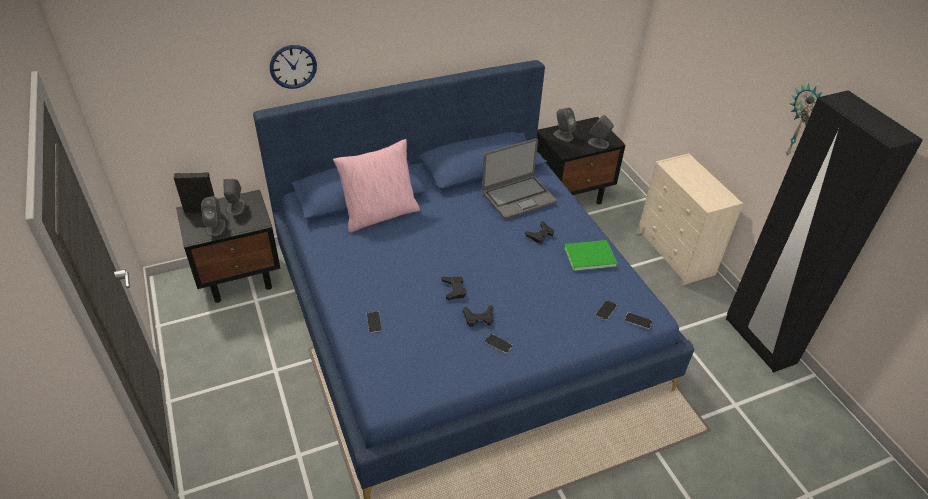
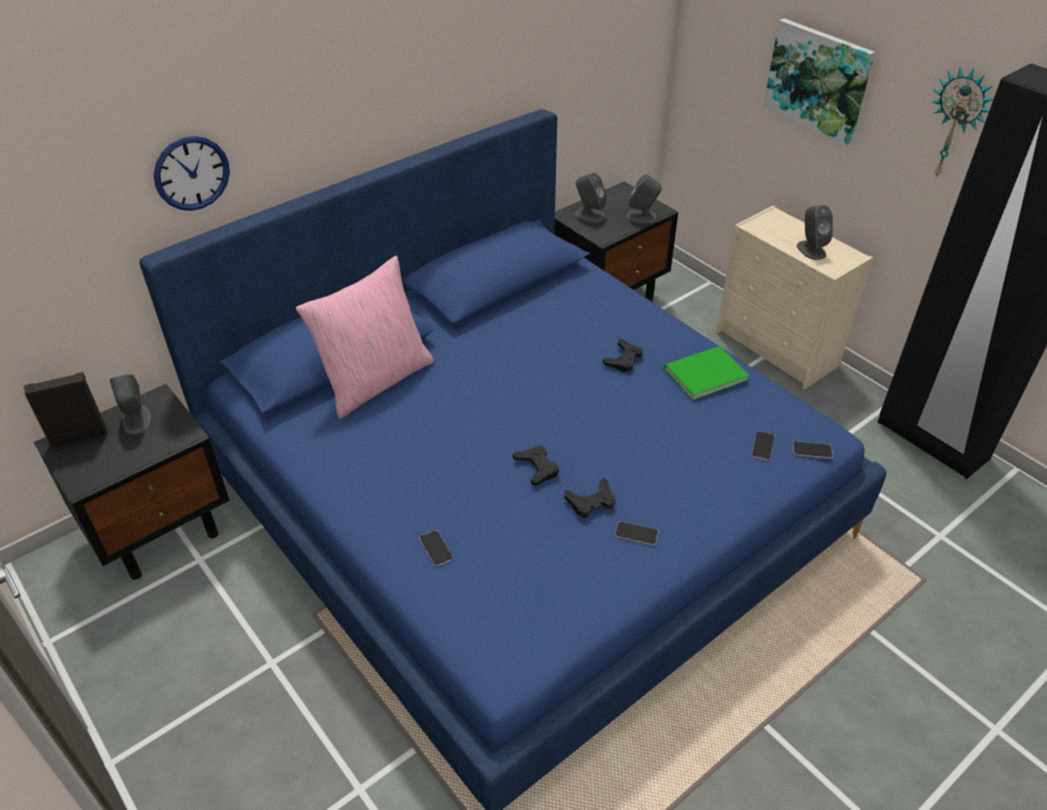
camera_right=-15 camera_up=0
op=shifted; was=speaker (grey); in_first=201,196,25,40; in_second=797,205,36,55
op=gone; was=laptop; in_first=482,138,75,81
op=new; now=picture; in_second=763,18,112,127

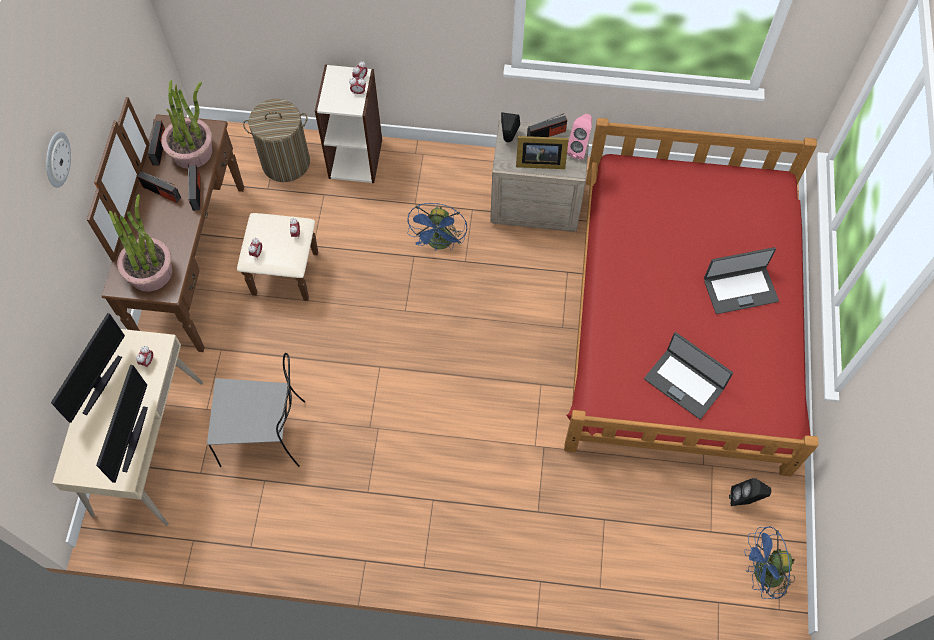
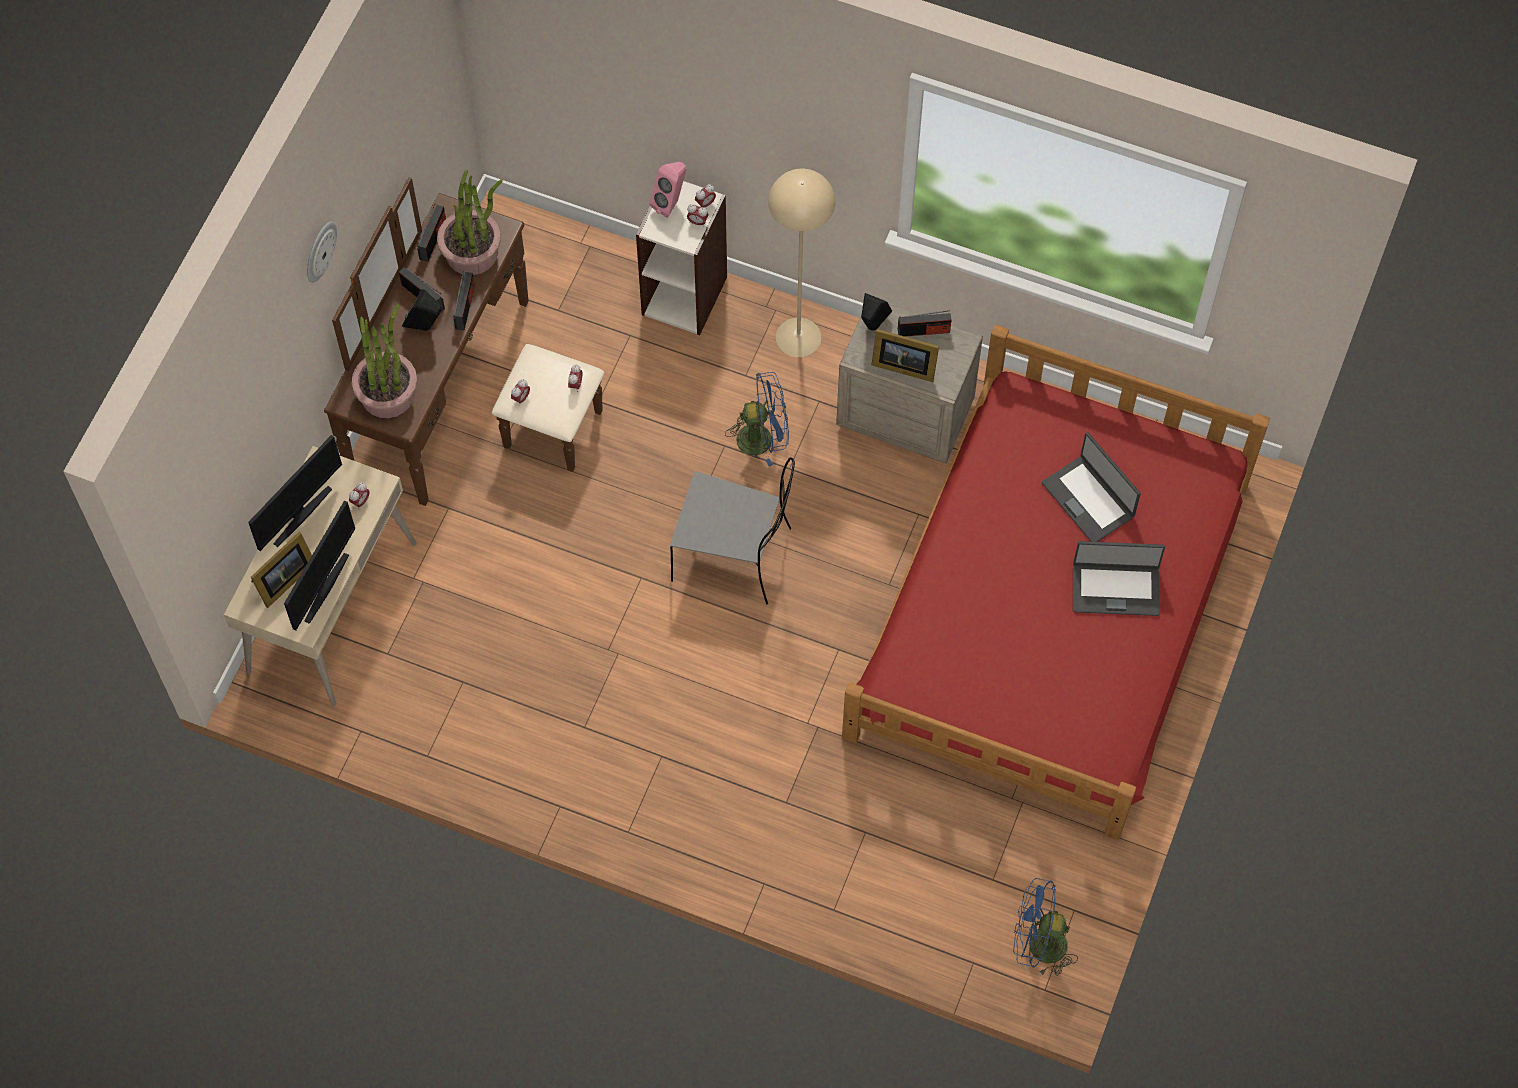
camera_right=15 camera_up=0
op=shifted; was=chair (grey); in_first=207,353,98,114; in_second=670,458,125,147
op=gone; was=laundry basket; in_first=243,99,67,83
op=rotated; was=fan (blue); in_first=407,203,60,48; in_second=725,372,64,94; clockwise=-120
op=shifted; was=speaker (pink); in_first=567,114,25,46; in_second=649,162,37,56
op=shifted; was=laptop; in_first=644,332,89,87; in_second=1042,432,99,110
op=shifted; was=speaker (black); in_first=729,478,42,28; in_second=402,289,39,42
op=new; now=picture frame; in_second=251,532,61,76
op=new; now=floor lamp (beige); in_second=768,169,68,188

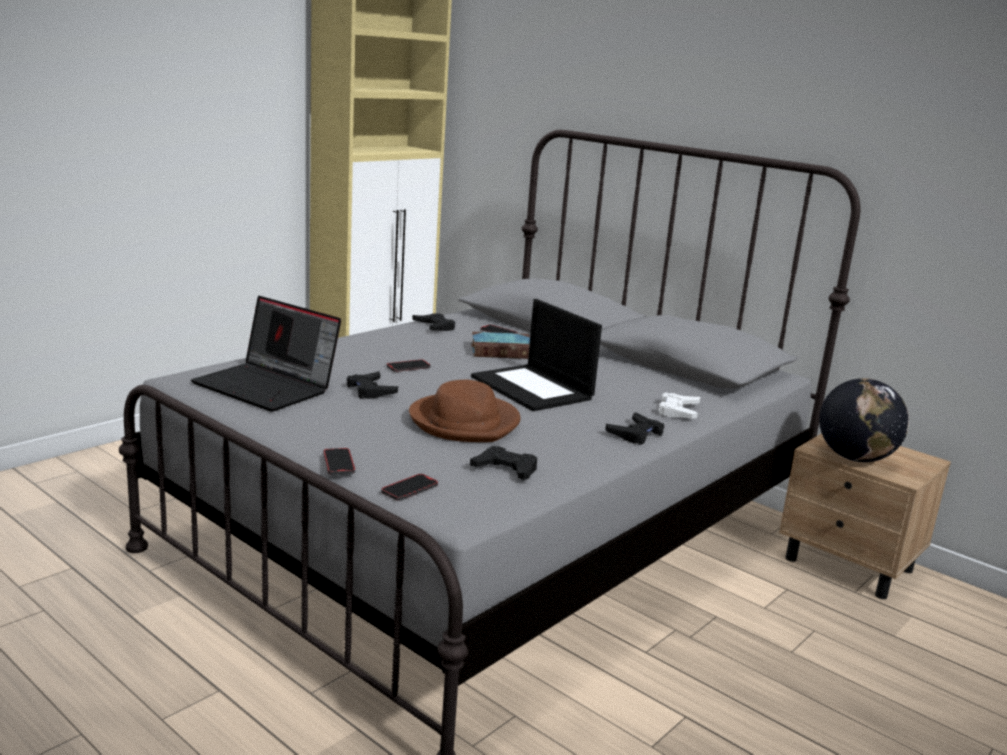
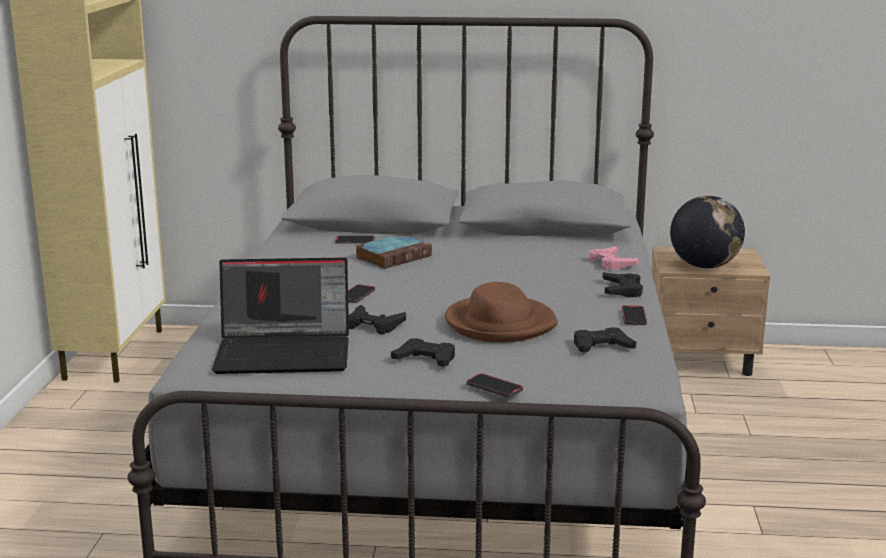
camera_right=-35 camera_up=0
op=shifted; was=phone; in_first=381,474,57,27; in_second=622,305,25,20
op=shifted; was=game controller (black); in_first=412,313,43,18; in_second=391,338,64,29
op=gone; was=laptop; in_first=471,299,131,112
op=repainted; was=game controller (white); now=game controller (pink); in_first=658,393,42,25; in_second=589,246,50,24

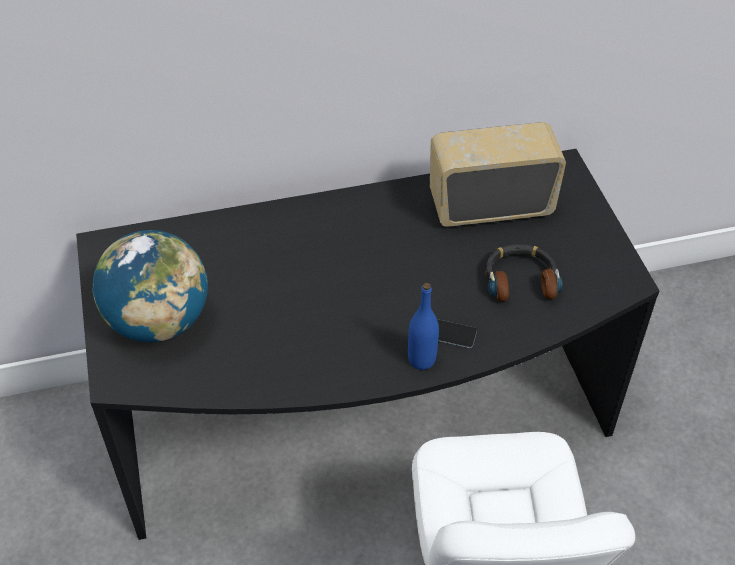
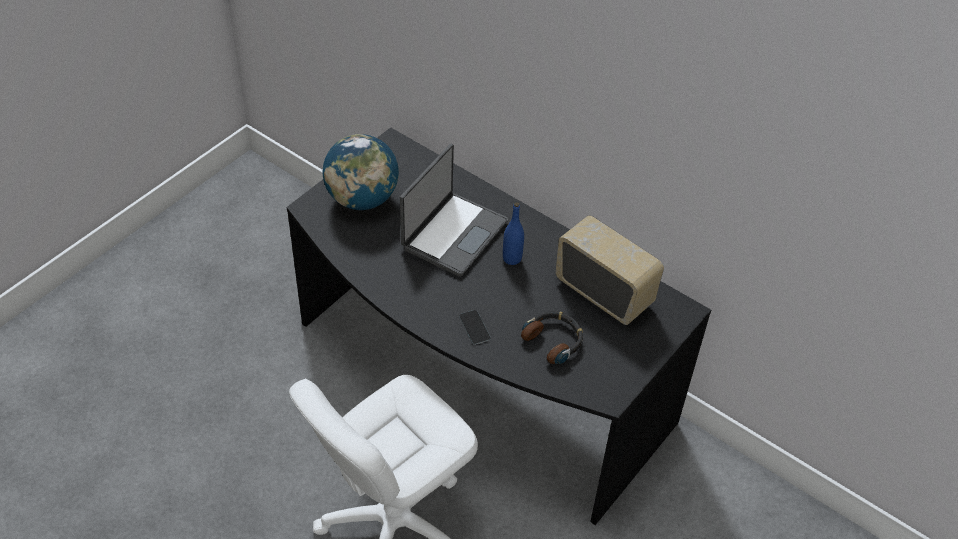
camera_right=50 camera_up=0
op=shifted; was=bottle (blue); in_first=408,283,31,87; in_second=503,202,21,63
op=new; now=laptop; in_second=400,144,108,133

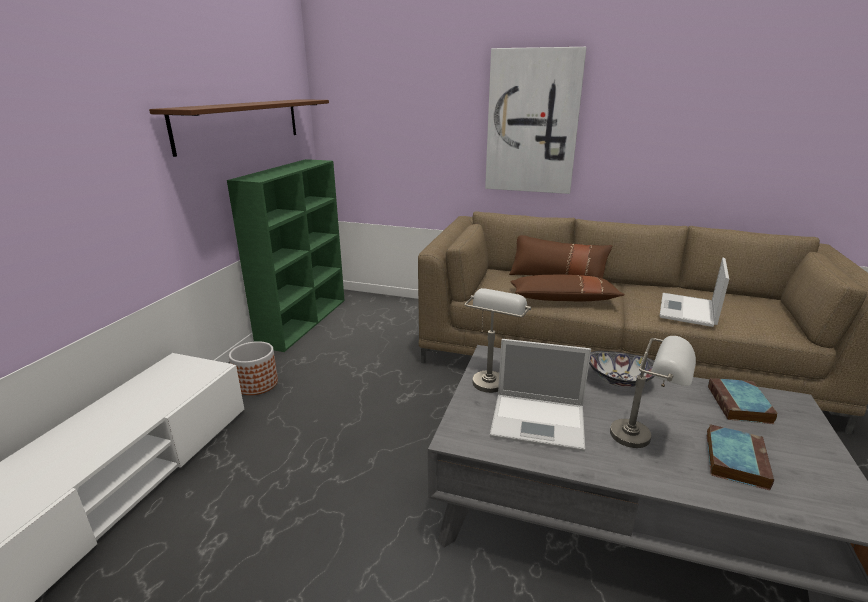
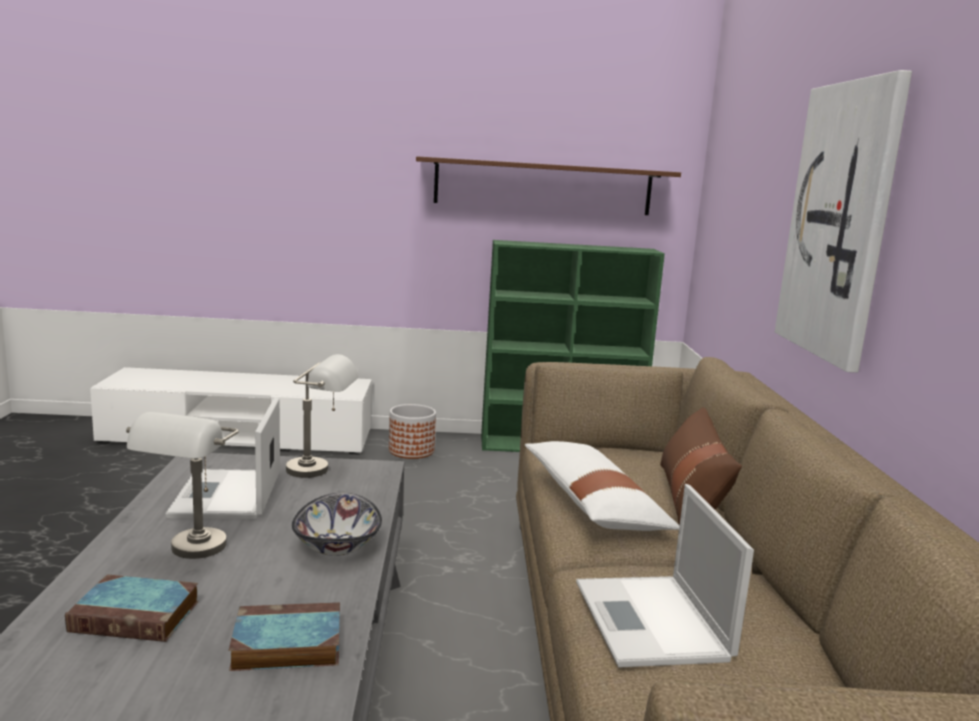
camera_right=70 camera_up=-10
op=repainted; was=pillow (brown); now=pillow (white); in_first=510,275,115,26; in_second=525,441,155,90
op=rotated; was=laptop; in_first=660,258,69,69; in_second=576,484,178,183; clockwise=-105

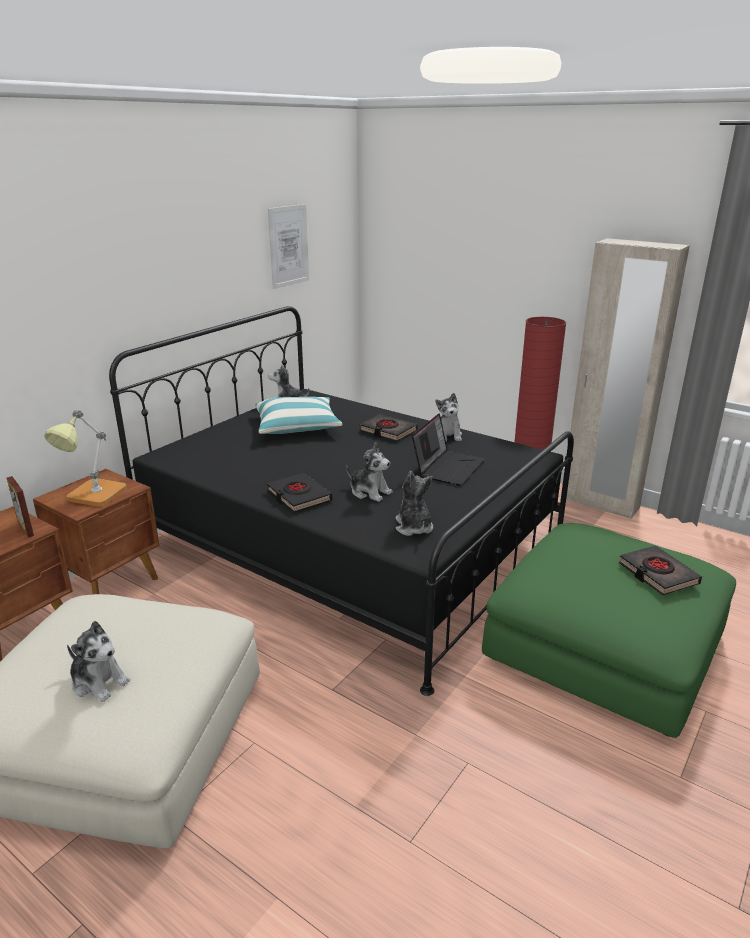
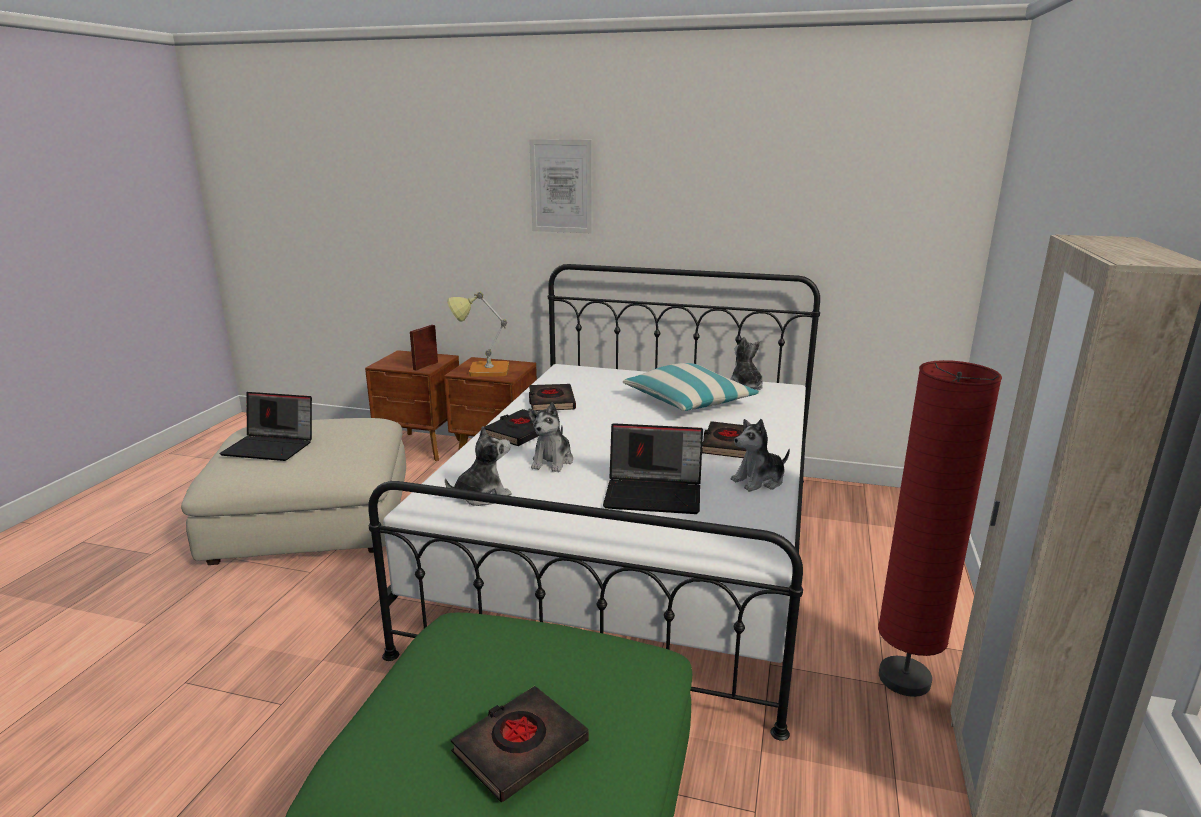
camera_right=70 camera_up=-5
op=swapped; was=plush toy; now=laptop; in_first=67,621,63,81; in_second=219,392,93,69
op=repainted; was=bed (black); now=bed (white); in_first=109,306,465,390; in_second=368,264,452,477
op=shifted; was=picture; in_first=268,204,41,85; in_second=529,139,63,94
op=new; now=book (black); in_second=529,384,47,27

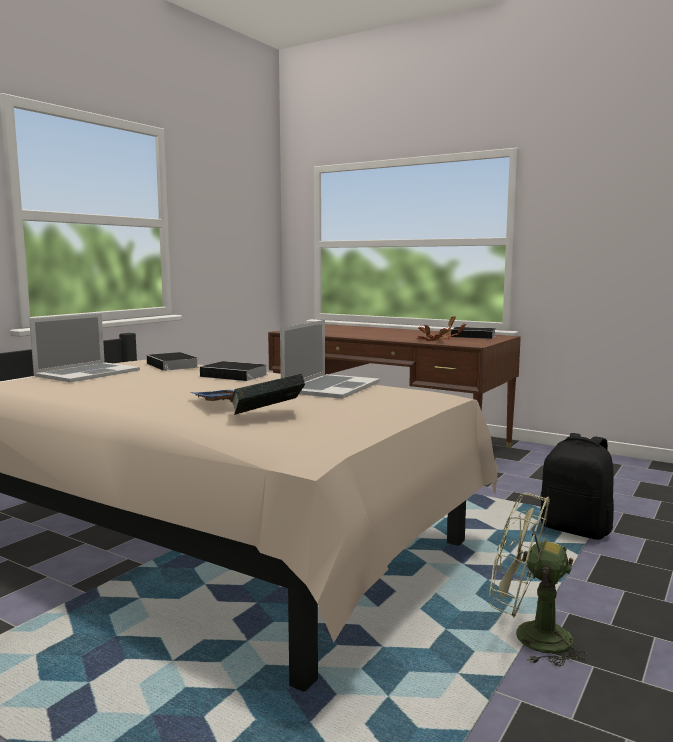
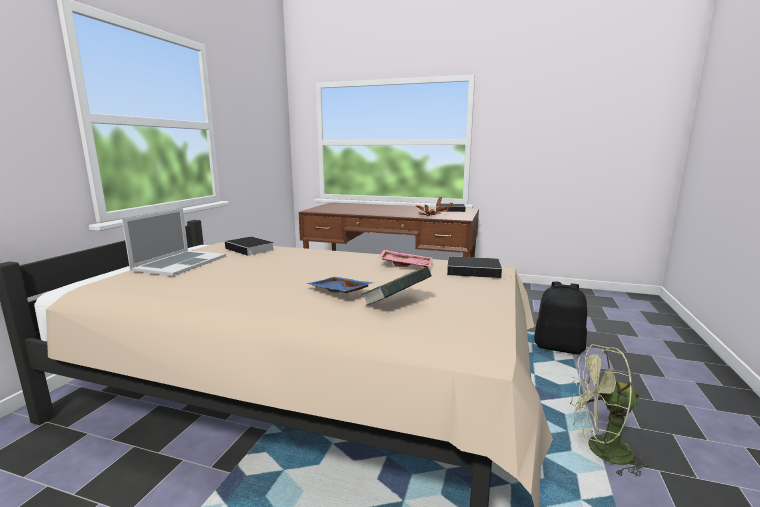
camera_right=-15 camera_up=5
op=shifted; was=book; in_first=200,361,67,20; in_second=447,256,63,22
op=swapped; was=laptop; now=tray (pink); in_first=280,320,100,79; in_second=378,250,55,17

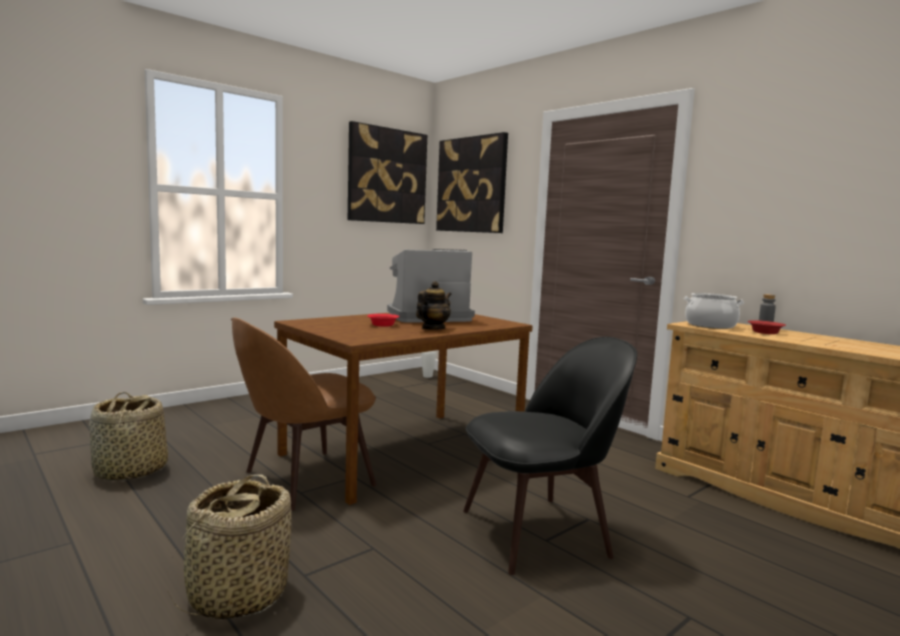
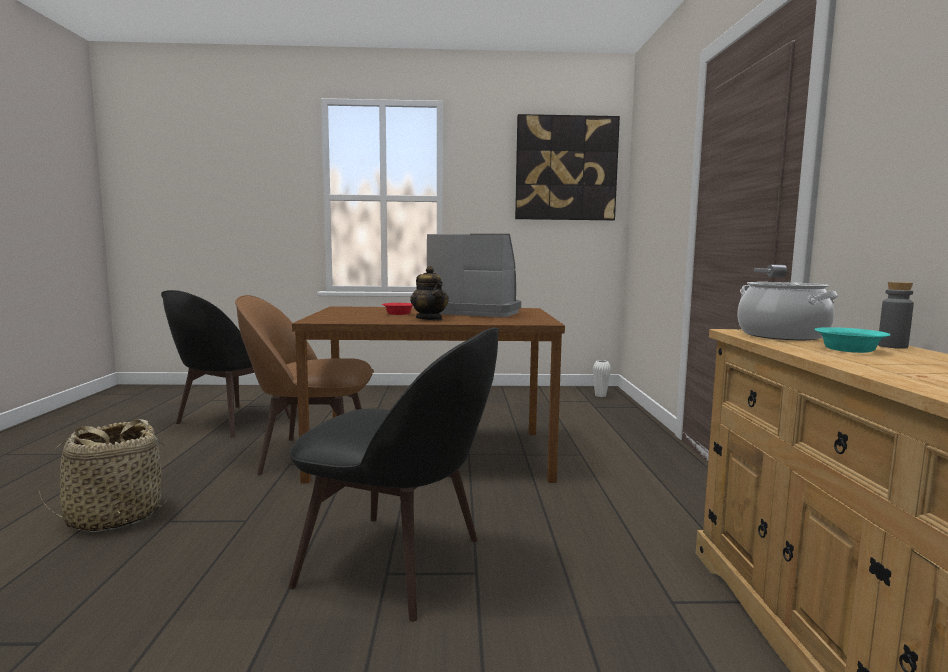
camera_right=40 camera_up=0
op=swapped; was=basket; now=chair (black); in_first=89,392,79,89; in_second=161,290,129,148
op=rotated; was=teapot; in_first=416,281,35,49; in_second=410,266,39,54; clockwise=75
op=gone; was=picture; in_first=436,132,72,101
op=repainted; was=bowl (red); now=bowl (turquoise); in_first=748,320,38,14; in_second=814,327,76,26

